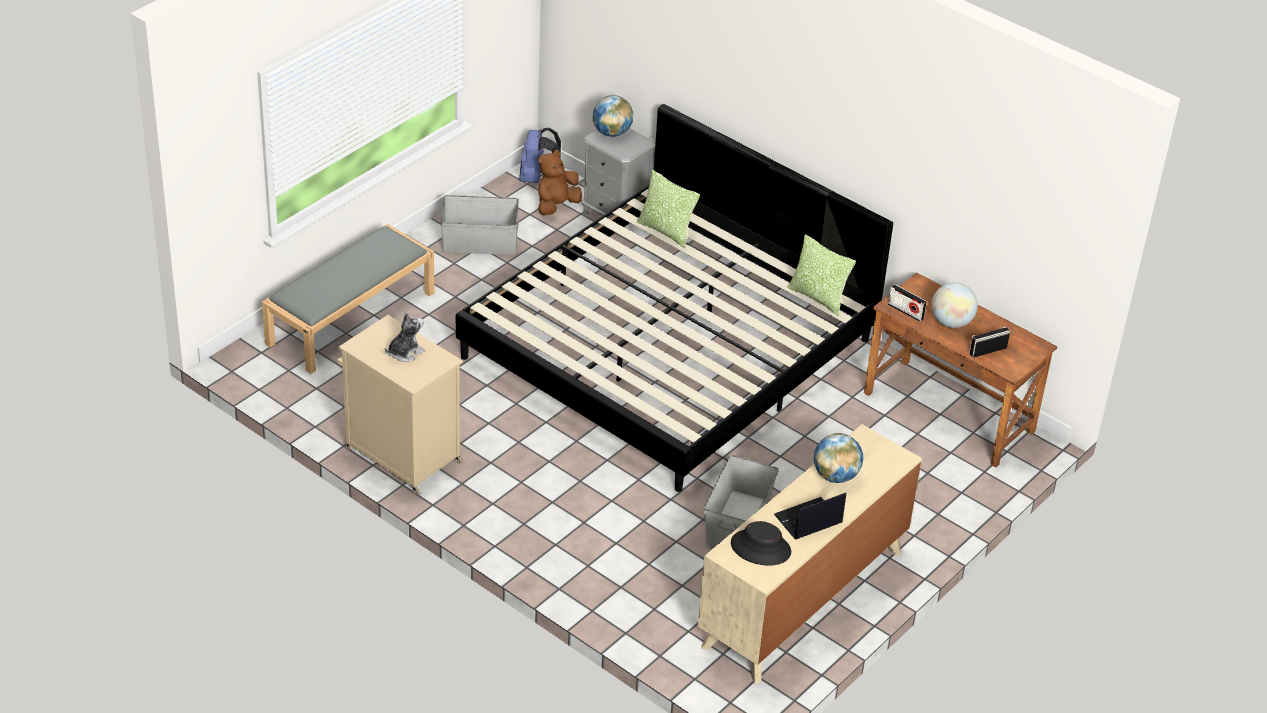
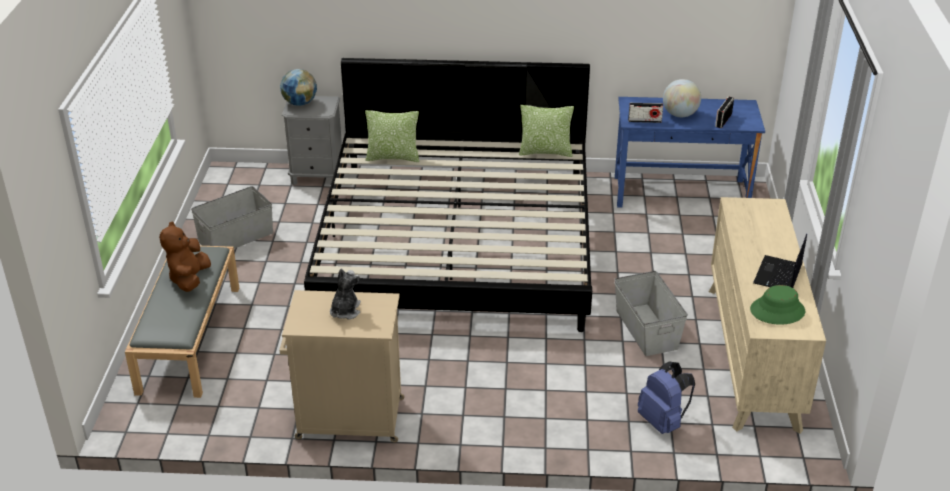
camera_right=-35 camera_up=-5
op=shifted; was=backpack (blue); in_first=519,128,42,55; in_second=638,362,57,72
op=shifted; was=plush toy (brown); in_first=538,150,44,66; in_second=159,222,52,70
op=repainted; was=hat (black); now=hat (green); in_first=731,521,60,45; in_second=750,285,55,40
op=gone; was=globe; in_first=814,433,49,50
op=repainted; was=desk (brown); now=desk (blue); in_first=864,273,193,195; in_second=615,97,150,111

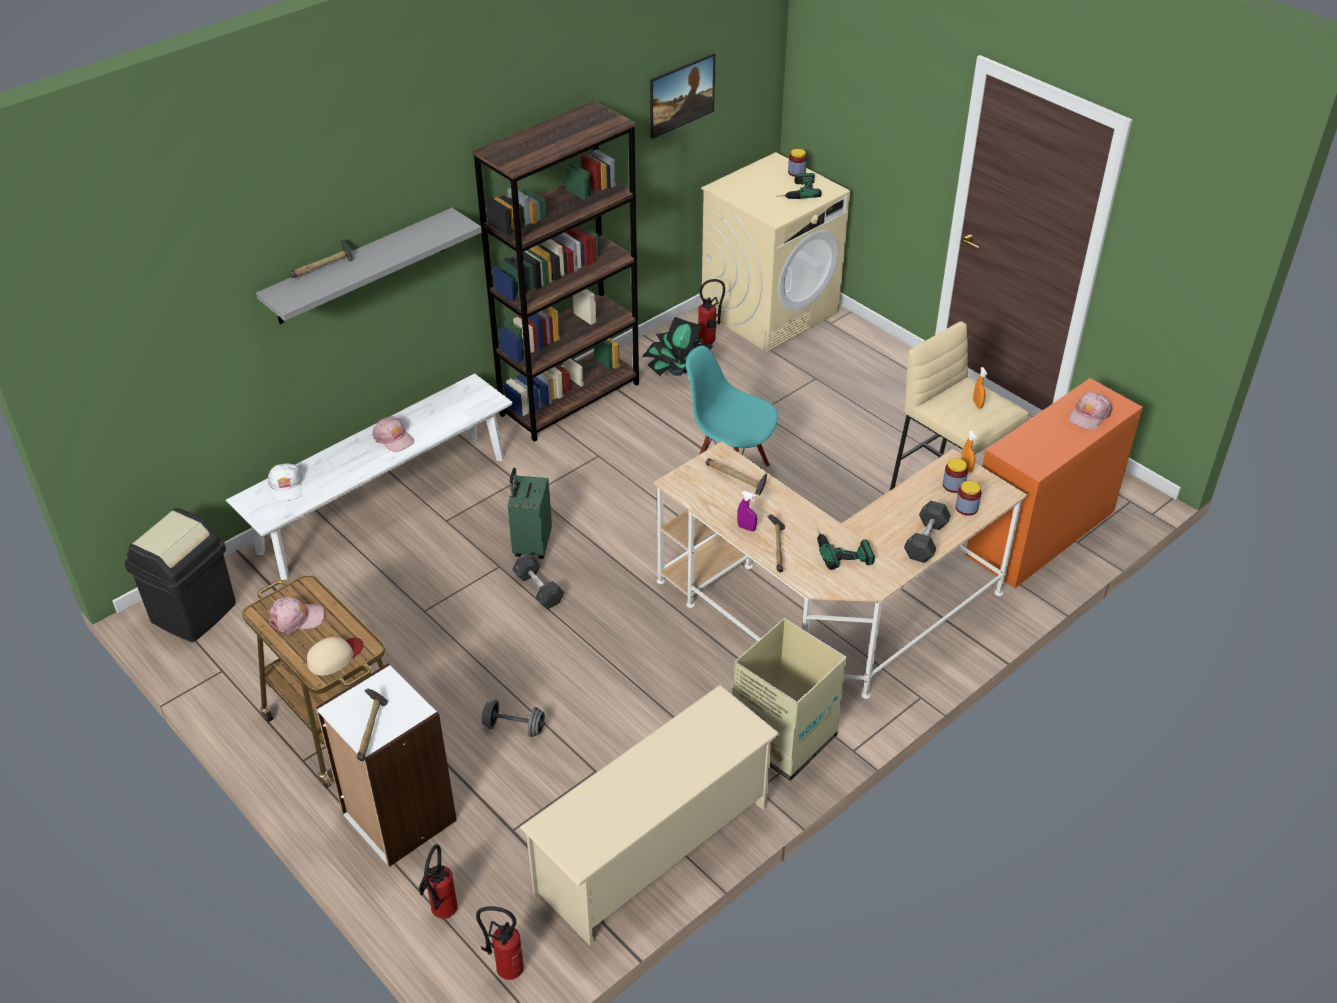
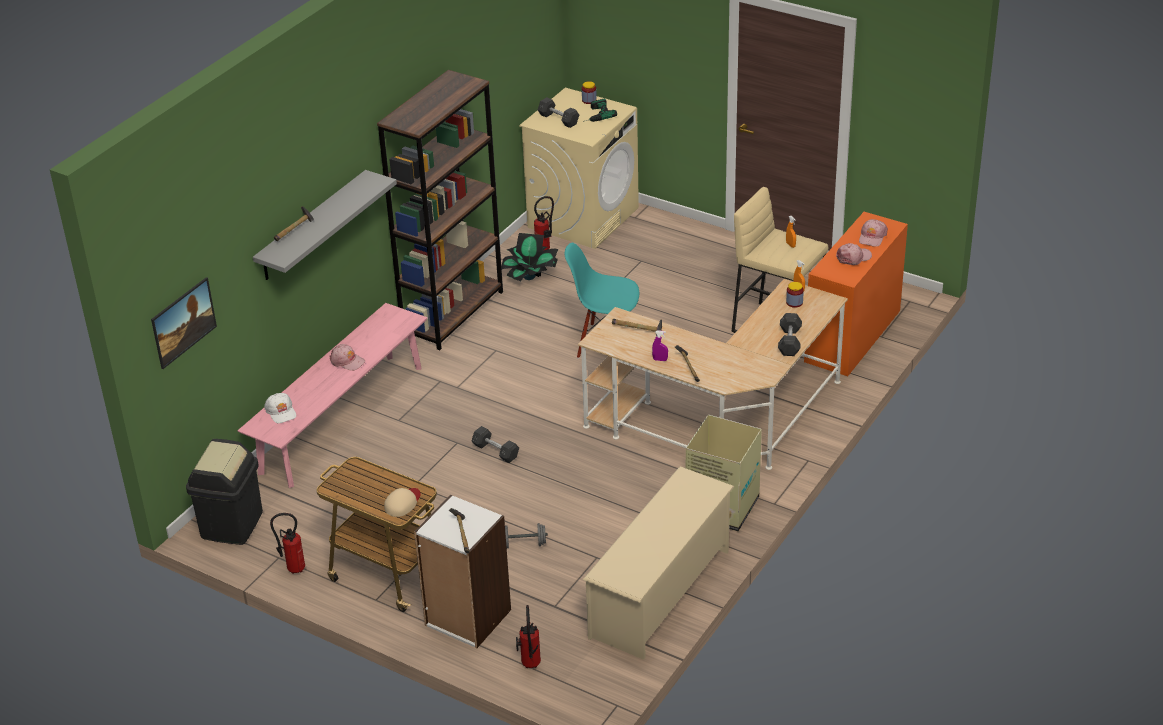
camera_right=-15 camera_up=-5
op=repainted; was=bench (white); now=bench (pink); in_first=226,373,287,207; in_second=238,303,189,185
op=shifted; was=cap (pink); in_first=269,597,55,37; in_second=836,243,36,22
op=shifted; was=fire extinguisher; in_first=476,906,48,74; in_second=270,513,35,61
op=gone; was=suitcase (green); in_first=508,468,44,91
op=shifted; was=picture; in_first=650,53,65,86; in_second=151,277,66,92
op=gone; was=power drill; in_first=817,527,58,43
op=gone; was=jar; in_first=956,481,25,35
op=new; now=dumbbell (grey); in_second=538,97,41,31

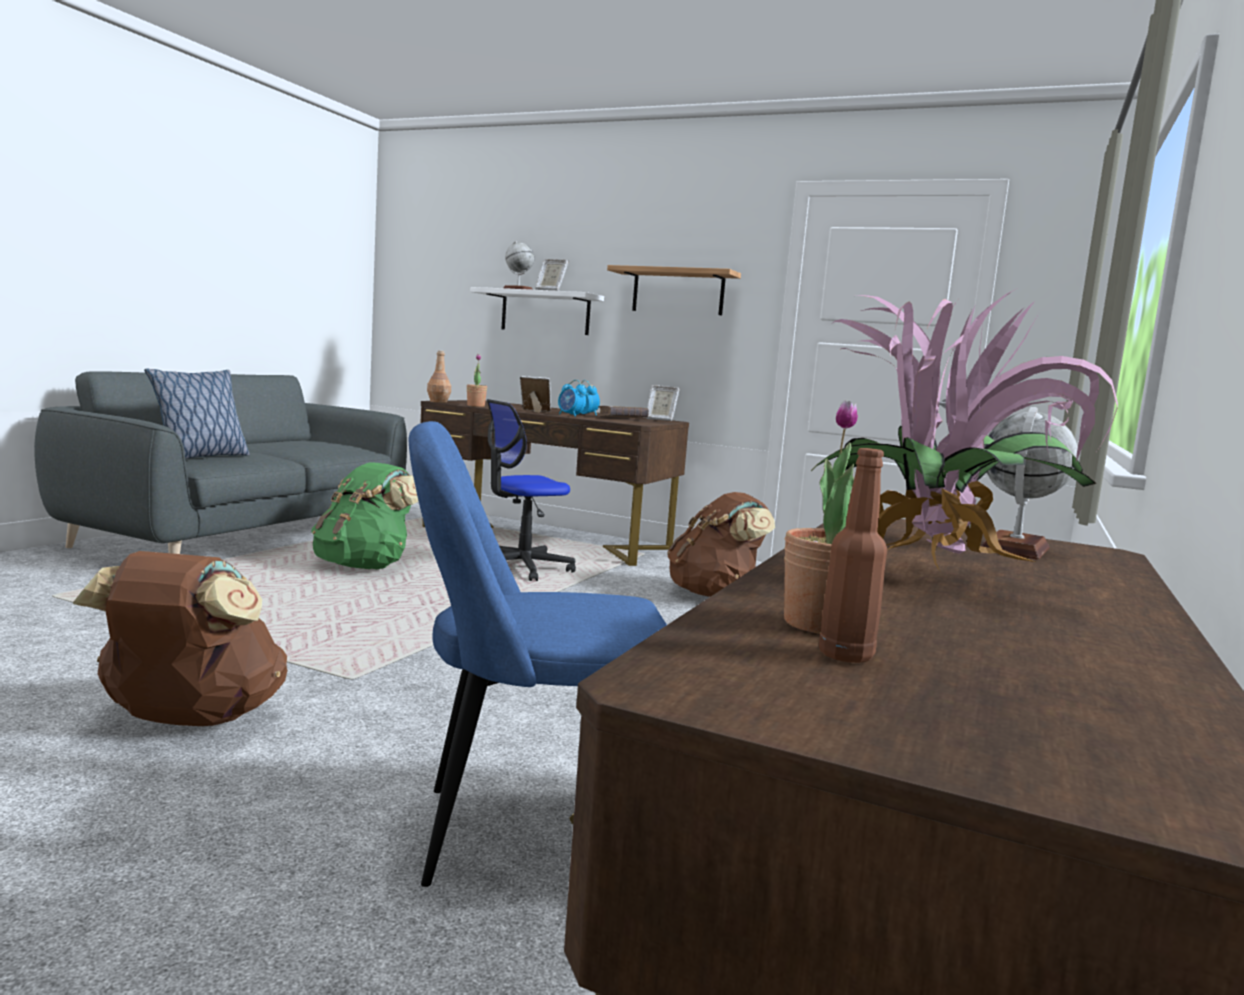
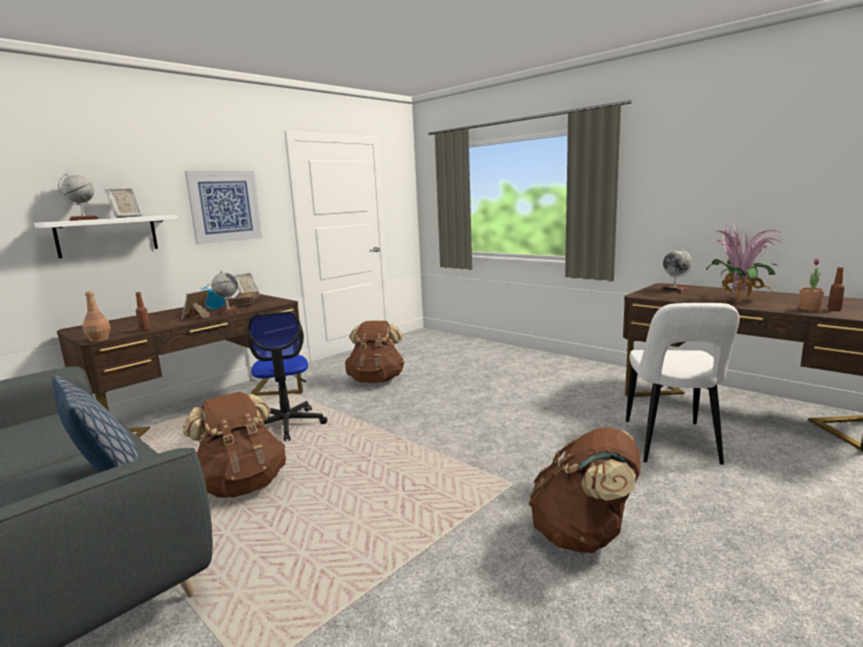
camera_right=-70 camera_up=5
op=repainted; was=backpack (green); now=backpack (brown); in_first=311,463,107,106; in_second=183,392,103,106
op=repainted; was=chair (blue); now=chair (white); in_first=408,421,259,466; in_second=626,303,113,162
op=swapped; was=potted plant; now=bottle (brown); in_first=467,354,20,53; in_second=136,292,15,39
op=swapped; was=alarm clock; now=globe; in_first=558,380,29,37; in_second=211,271,28,44
op=swapped; was=shelf; now=picture; in_first=607,265,134,50; in_second=185,171,77,74

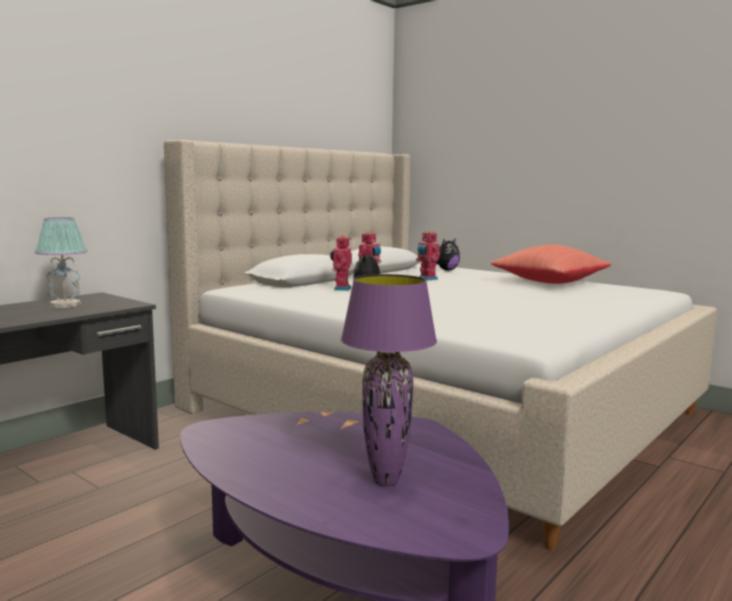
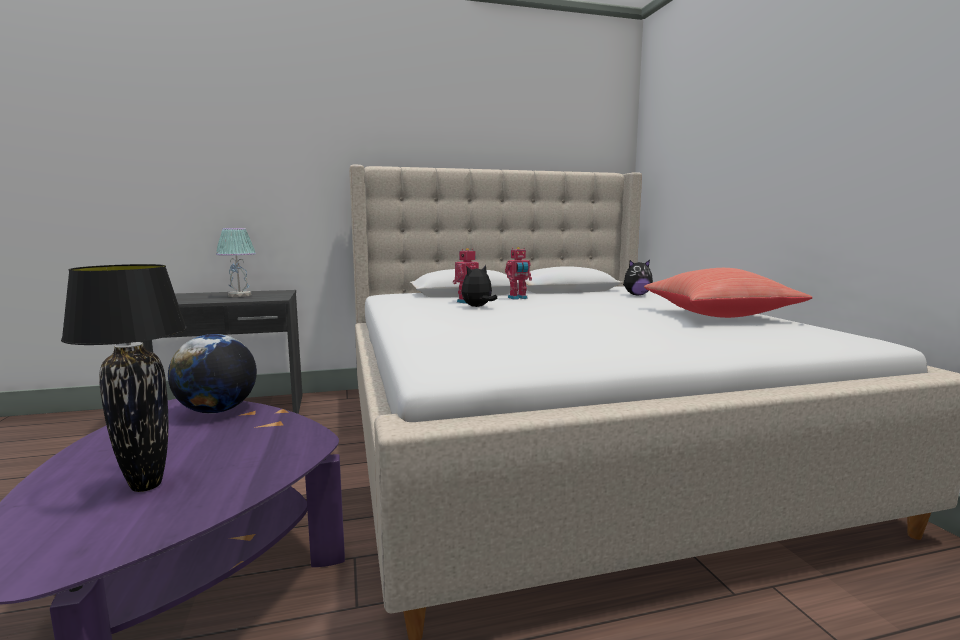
camera_right=35 camera_up=0
op=repainted; was=table lamp (purple); now=table lamp (black); in_first=341,274,96,213; in_second=61,264,126,228
op=gone; was=toy robot; in_first=416,230,24,50
op=new; now=globe; in_second=168,334,89,80

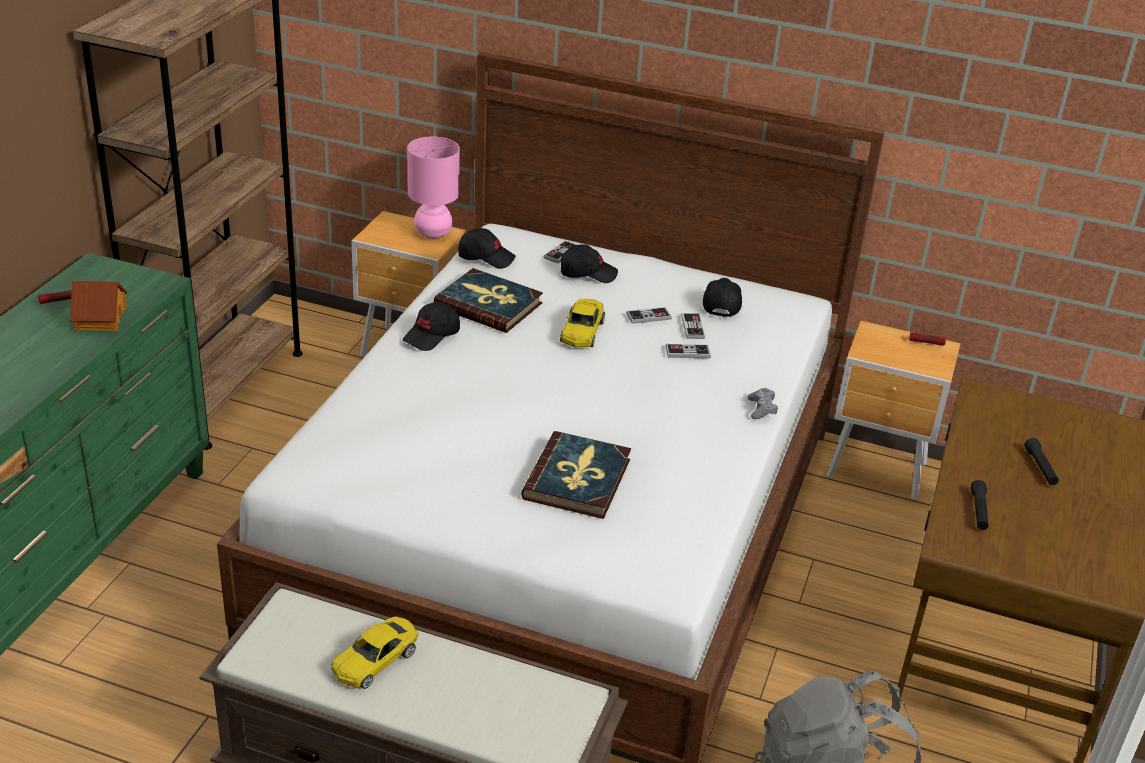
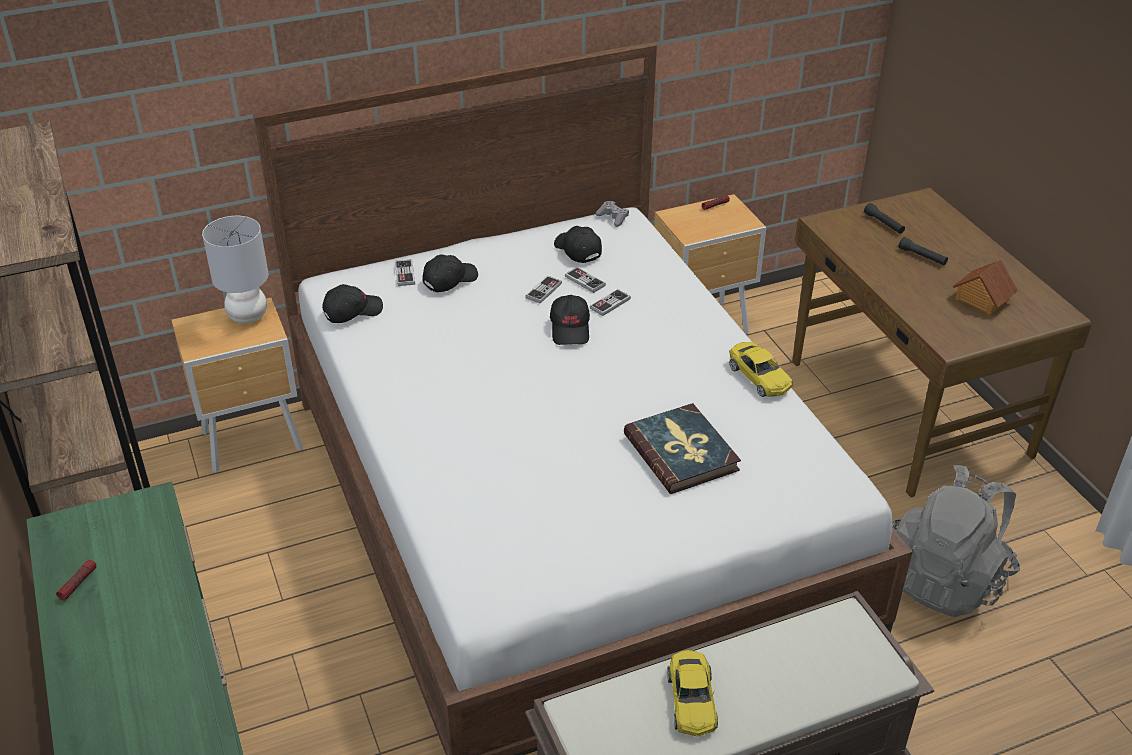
camera_right=-40 camera_up=5
op=shifted; was=toy house; in_first=70,281,57,50; in_second=953,260,65,55
op=shifted; was=cap (black); in_first=402,302,58,49; in_second=550,295,40,50
op=repainted; was=table lamp (pink); now=table lamp (grey); in_first=407,137,53,102; in_second=202,216,67,107
op=gone; was=book; in_first=434,268,109,65
op=shifted; was=toy car (yellow); in_first=560,299,45,48; in_second=729,342,64,55
op=shifted; was=game controller (grey); in_first=748,388,30,31; in_second=596,201,33,26
op=shifted; was=flashlight (black); in_first=971,480,18,50; in_second=864,203,41,31

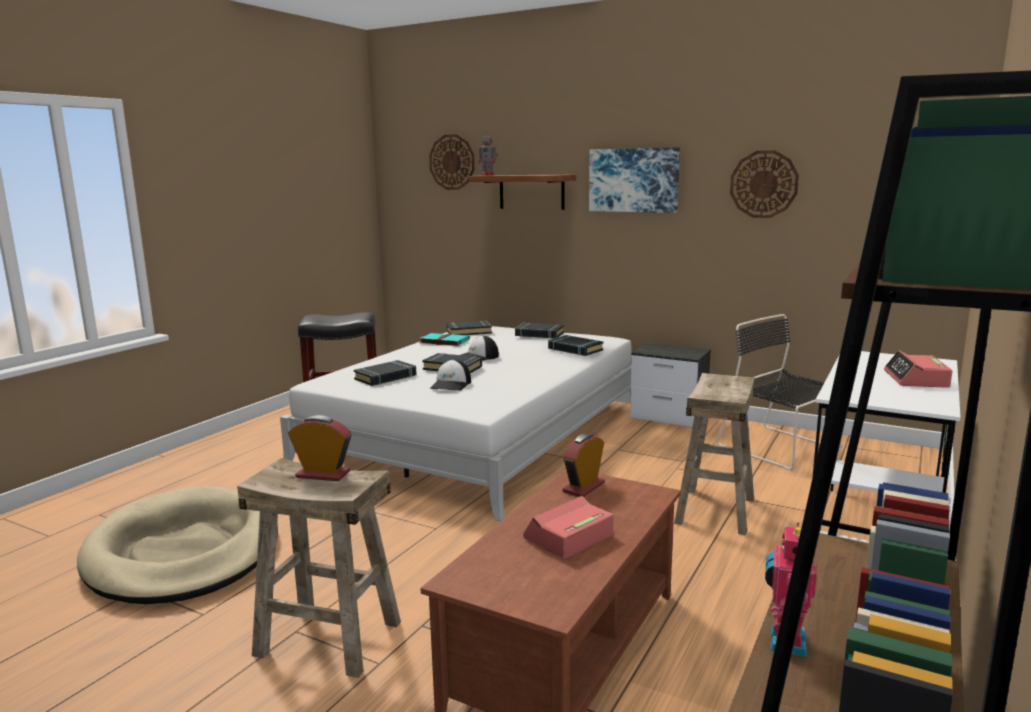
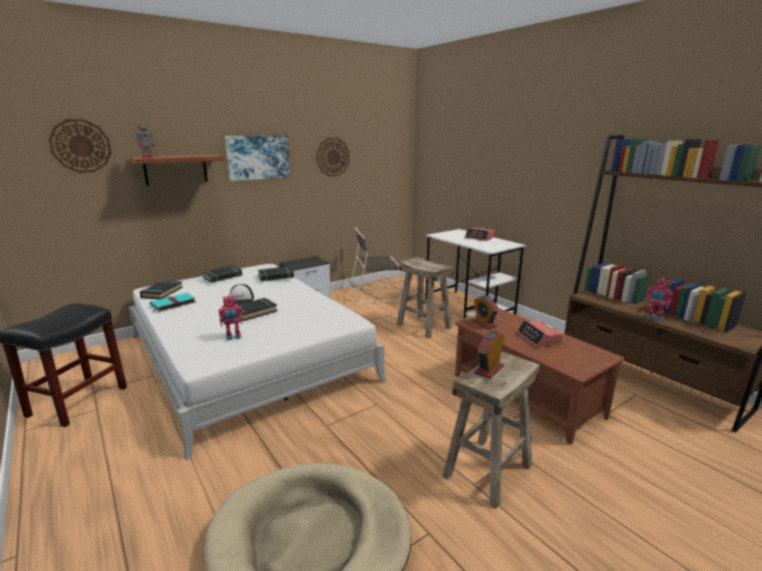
camera_right=-65 camera_up=5
op=swapped; was=book (black); now=toy robot; in_first=354,360,63,26; in_second=219,295,24,45
op=gone; was=cap; in_first=430,359,41,32

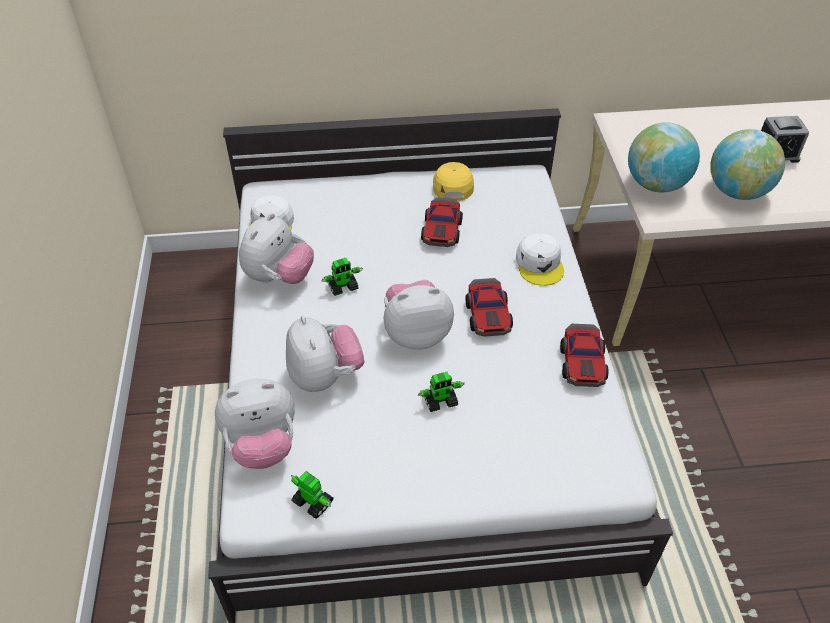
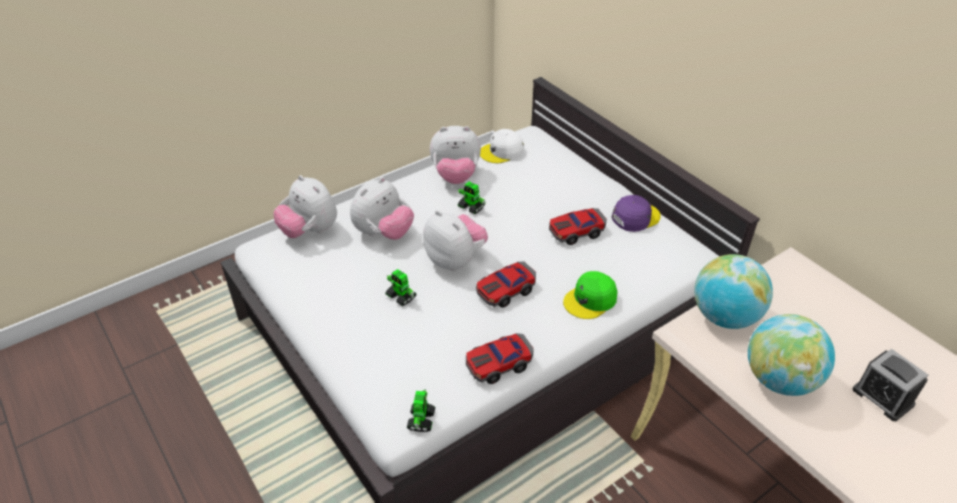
camera_right=60 camera_up=-5
op=shifted; was=toy robot; in_first=291,472,43,47; in_second=407,389,28,43
op=repainted; was=cap (yellow); now=cap (purple); in_first=433,162,41,39; in_second=612,195,49,37
op=repainted; was=cap (white); now=cap (green); in_first=516,234,48,52; in_second=563,271,55,48

